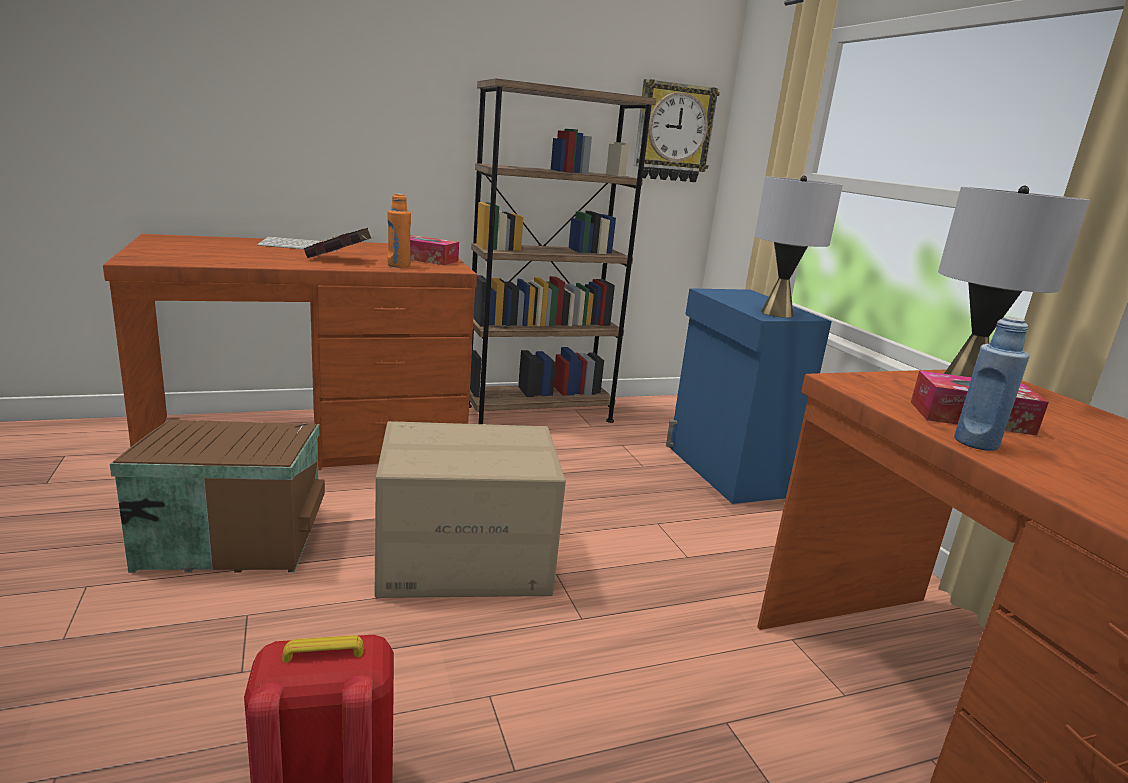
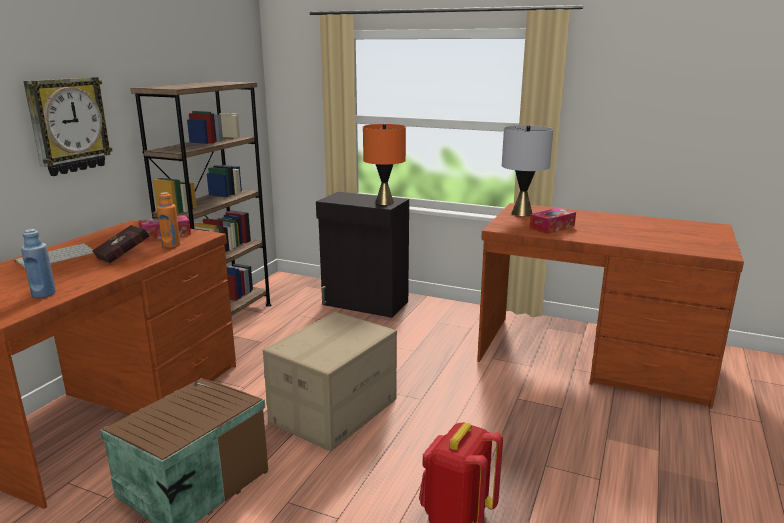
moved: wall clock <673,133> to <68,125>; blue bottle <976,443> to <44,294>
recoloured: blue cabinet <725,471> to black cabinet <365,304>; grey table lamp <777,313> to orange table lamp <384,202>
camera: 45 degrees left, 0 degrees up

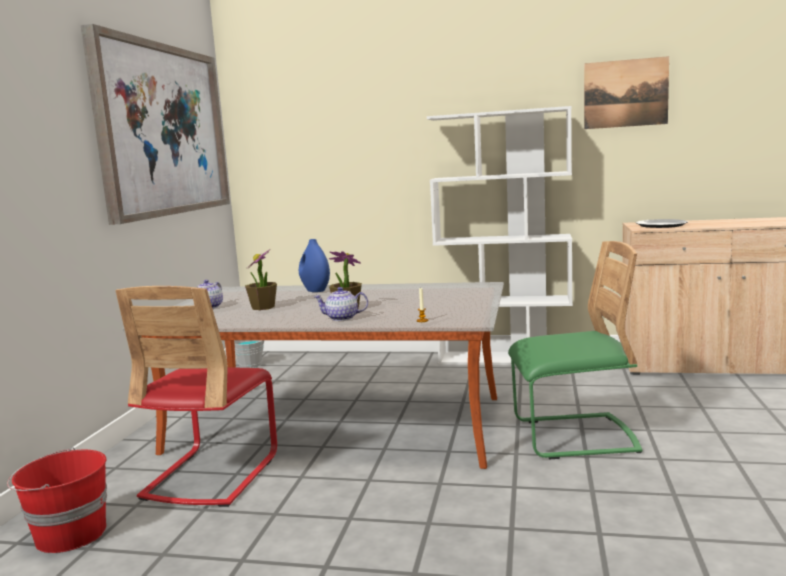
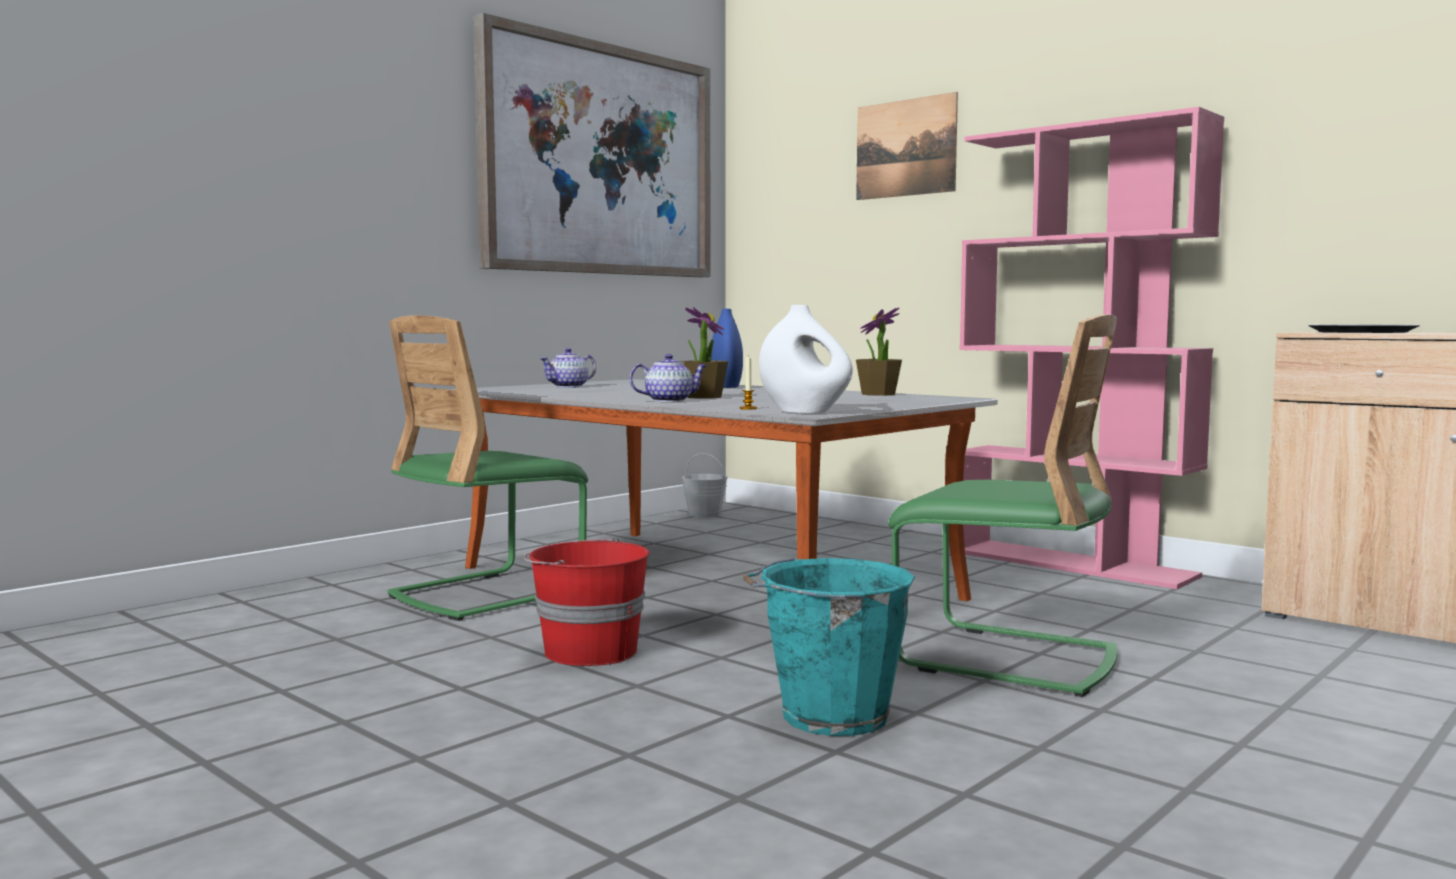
added: turquoise bucket <830,717>; white vase <804,412>
moved: red bucket <69,534> to <588,651>; potted plant <263,307> to <878,394>; picture <625,93> to <905,148>
recoloured: red chair <211,475> to green chair <487,594>; white bookcase <505,359> to pink bookcase <1074,564>
turned: teapot <342,318> = <668,401> 135 degrees clockwise
camera: 30 degrees right, 5 degrees down

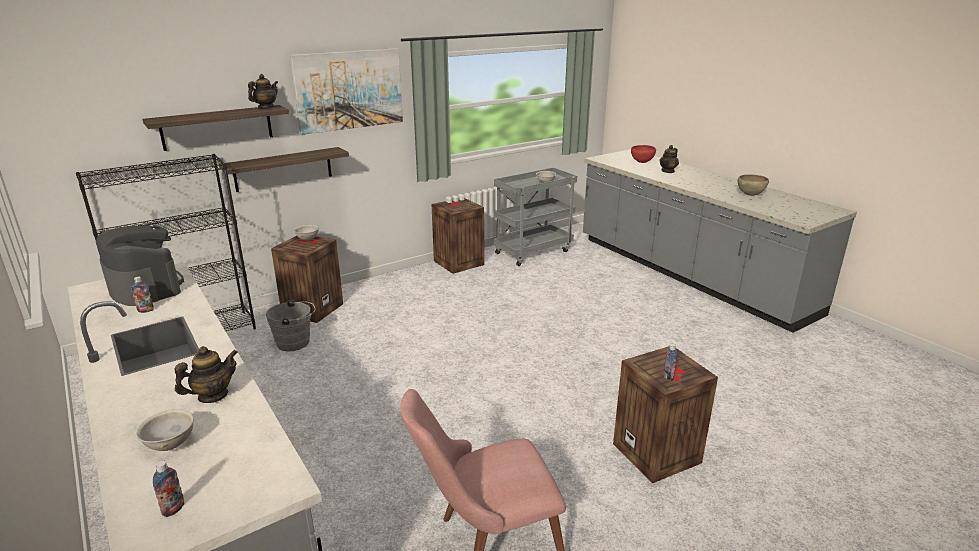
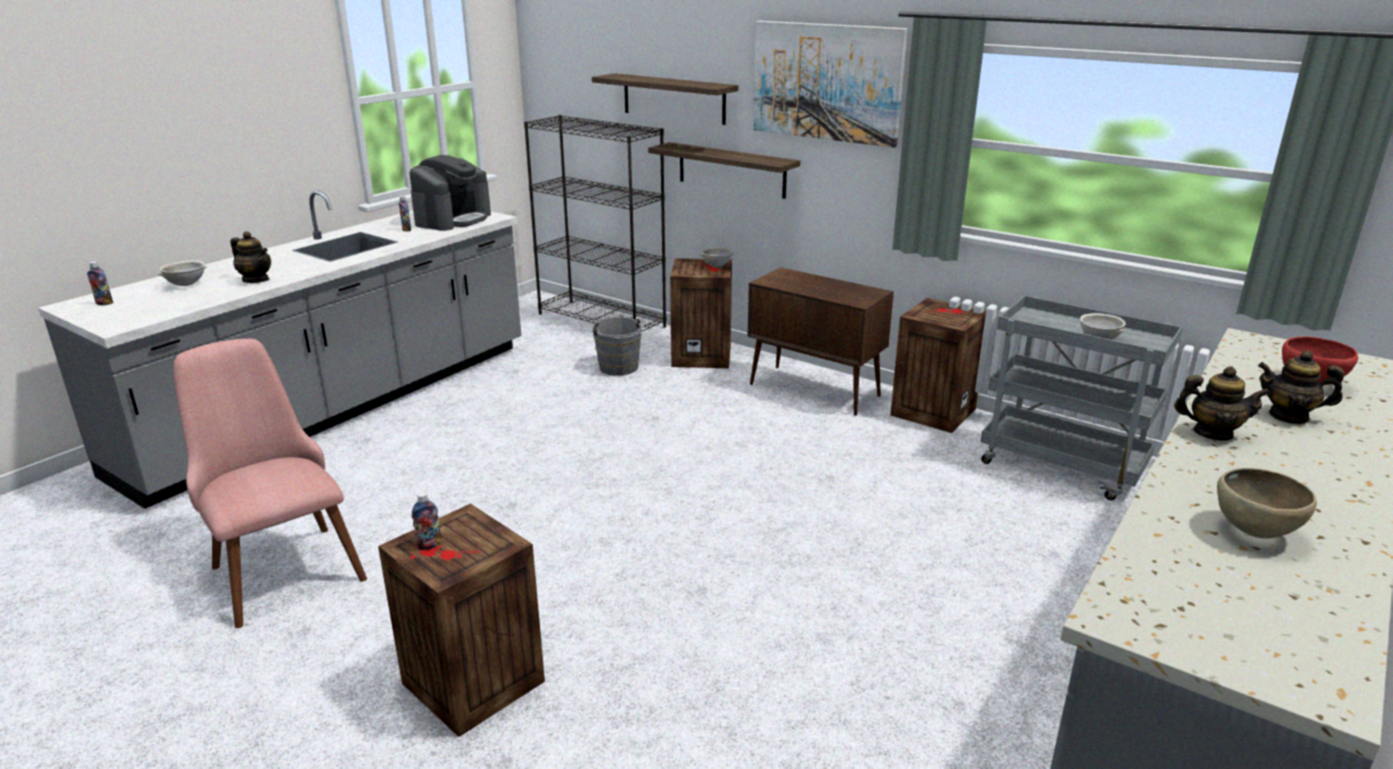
added: brown cabinet <815,390>
moved: teapot <266,108> to <1212,433>
camera: 70 degrees right, 0 degrees up

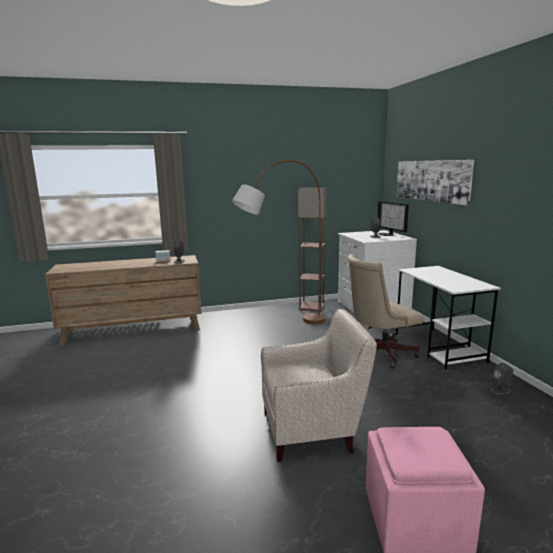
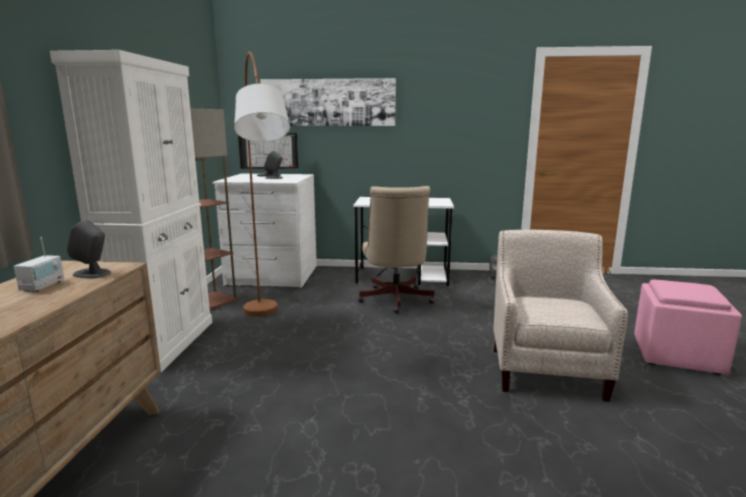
added: white cabinet <164,343>
camera: 70 degrees left, 0 degrees up

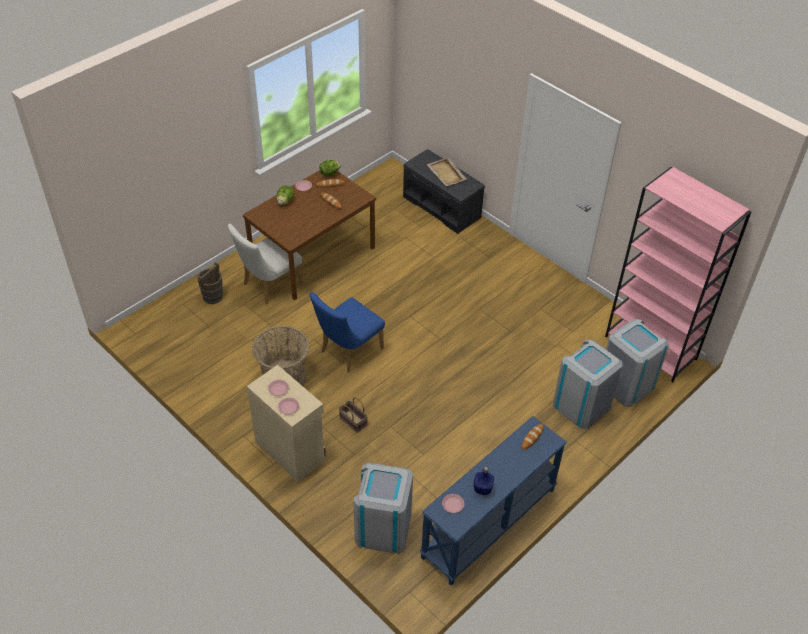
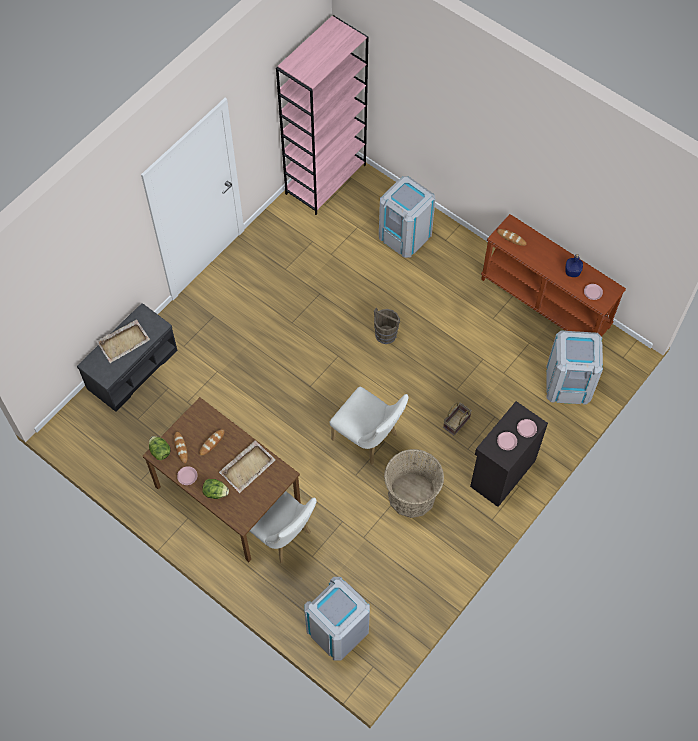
added: beige tray <248,467>
moved: brown bucket <213,296> to <385,334>; grey trash can <625,384> to <337,630>
recoloured: beige cabinet <290,451> to black cabinet <501,473>; blue chair <347,352> to white chair <368,439>; blue console table <489,524> to brown console table <545,302>
camera: 95 degrees left, 15 degrees up

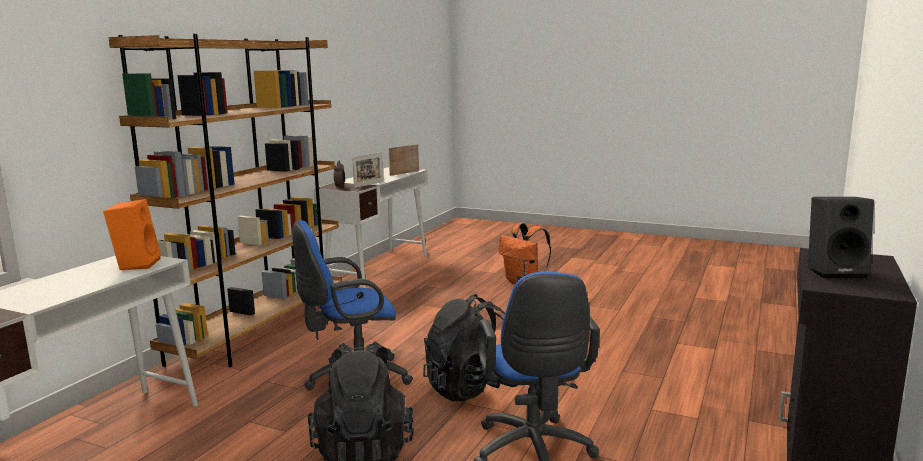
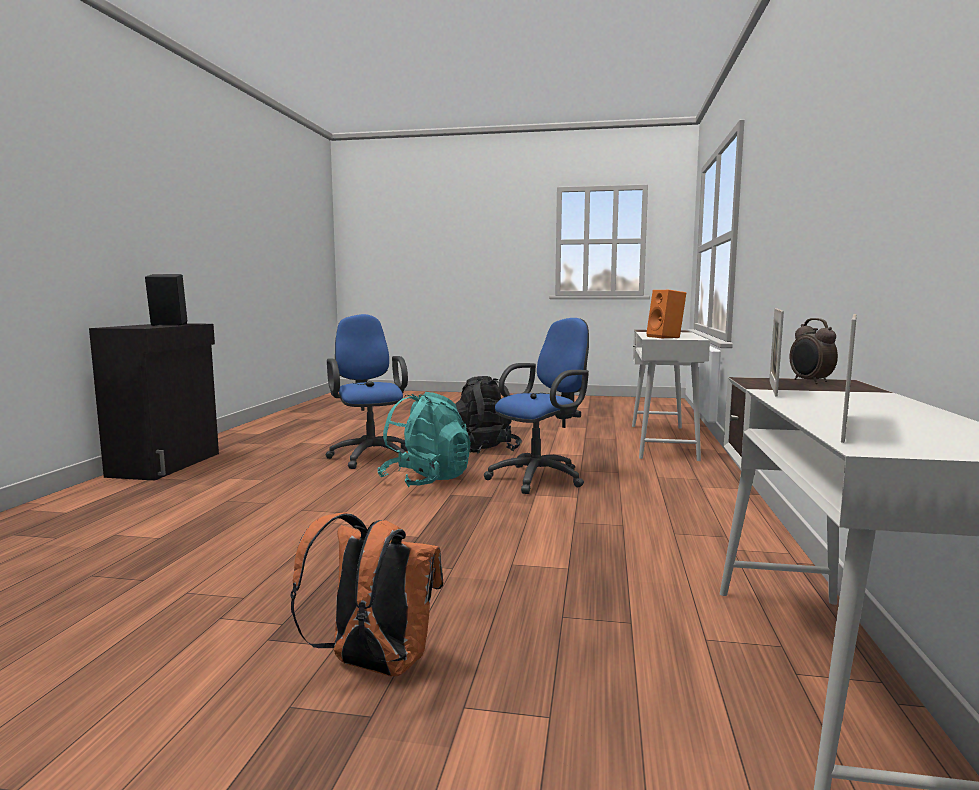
removed: brown bookcase <260,332>
recoloured: black backpack <471,388> to turquoise backpack <426,480>
camera: 165 degrees right, 5 degrees down

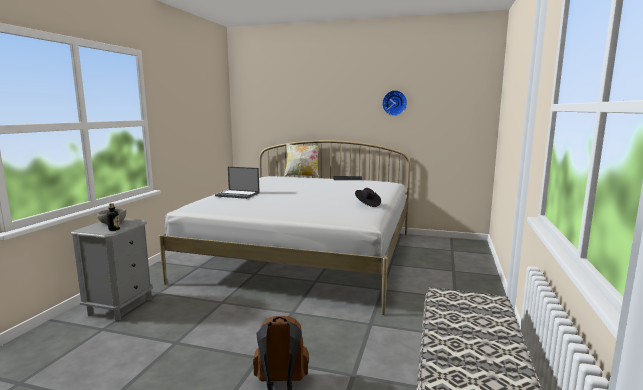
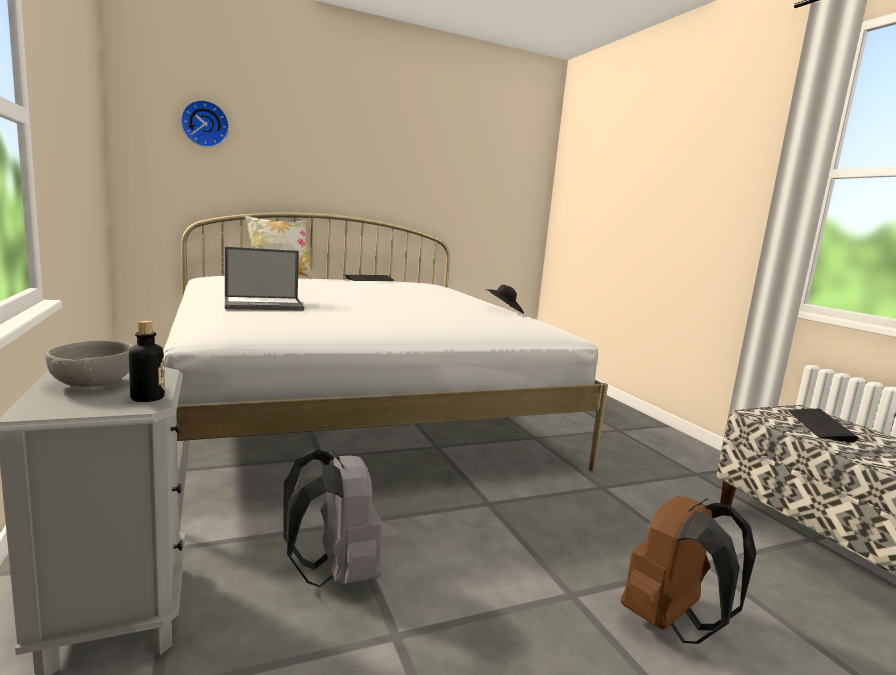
added: grey backpack <336,573>; keyboard <820,426>
moved: wall clock <394,103> to <205,124>
camera: 40 degrees left, 0 degrees up

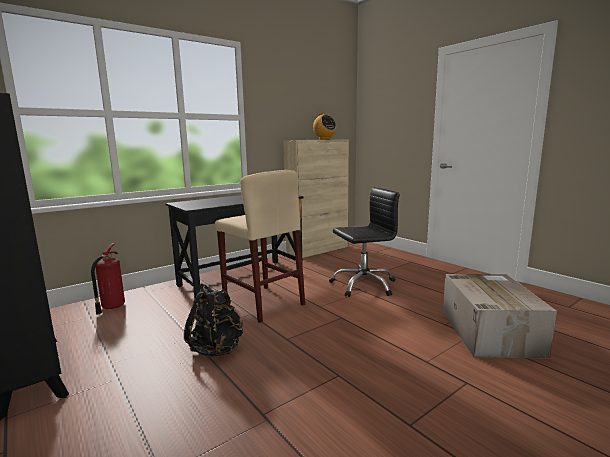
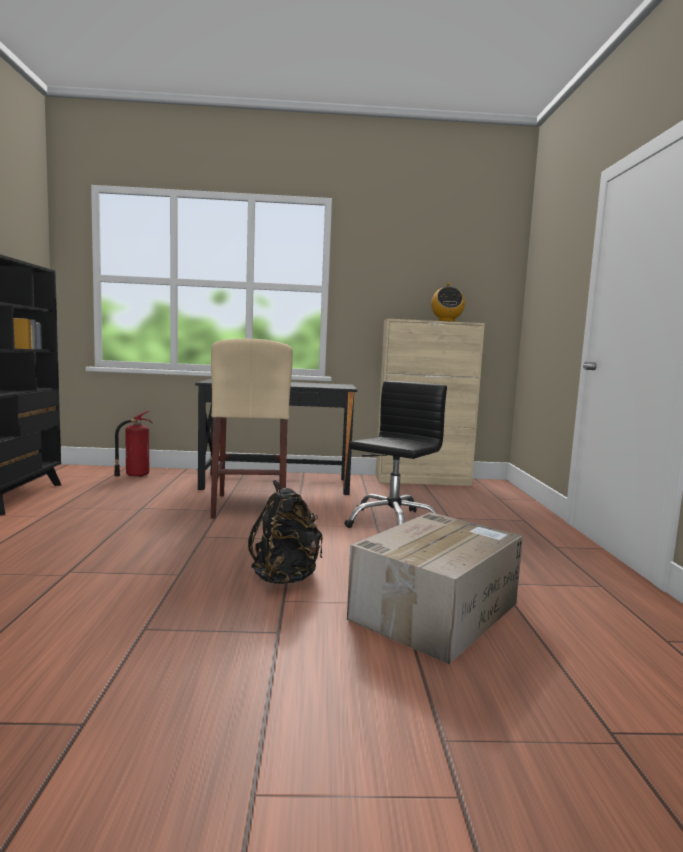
moved: black backpack <217,348> to <286,577>
turned: black office chair <363,285> = <392,522> 75 degrees counterclockwise
camera: 35 degrees right, 5 degrees down

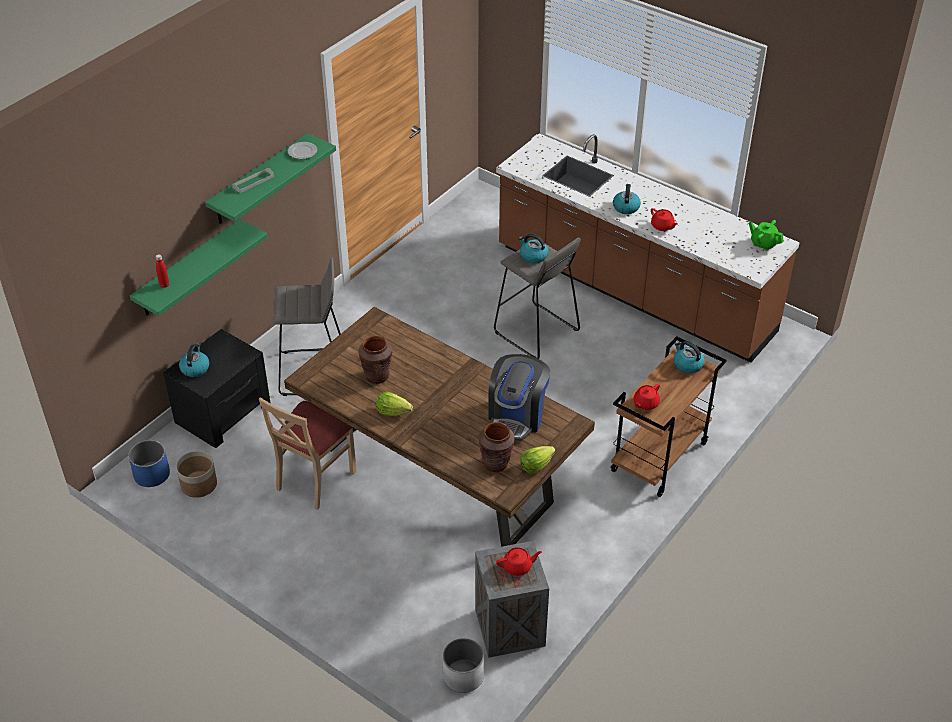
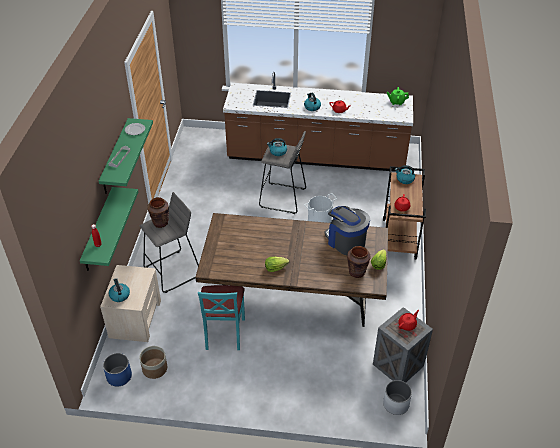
added: white bucket <319,221>
moved: brown vase <377,376> to <160,223>
recoloured: black nightstand <223,412> to beige nightstand <135,318>; beige chair <315,479> to turquoise chair <224,333>
turned: coffee machine <517,416> = <345,241> 150 degrees clockwise
camera: 30 degrees left, 0 degrees up

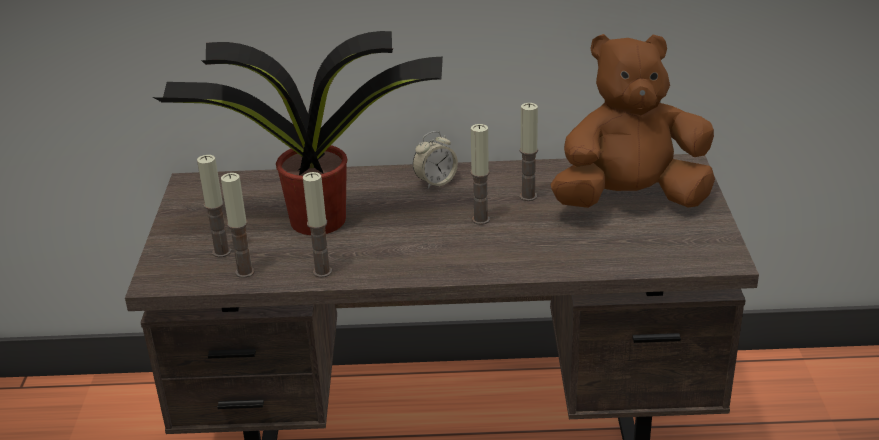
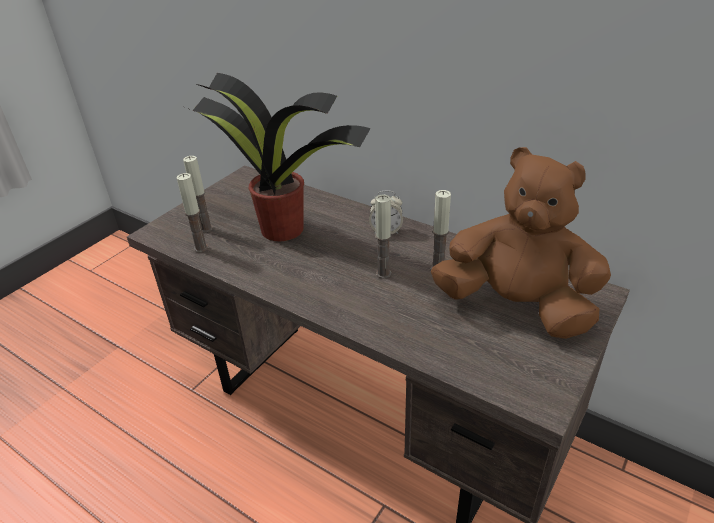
removed: candle <322,272>
camera: 35 degrees right, 5 degrees up

